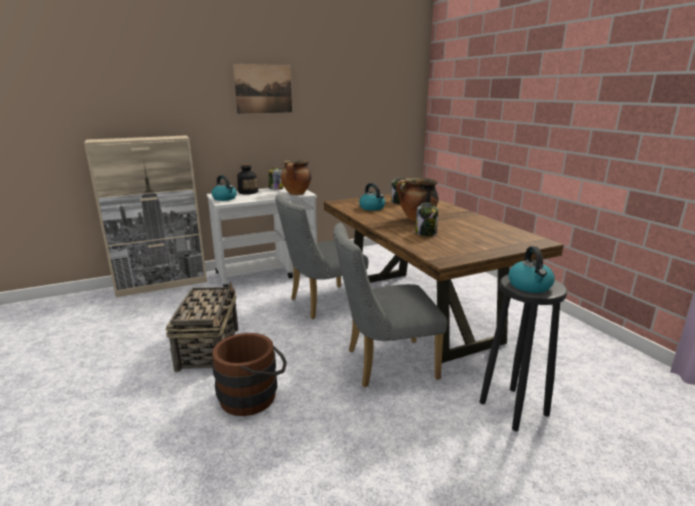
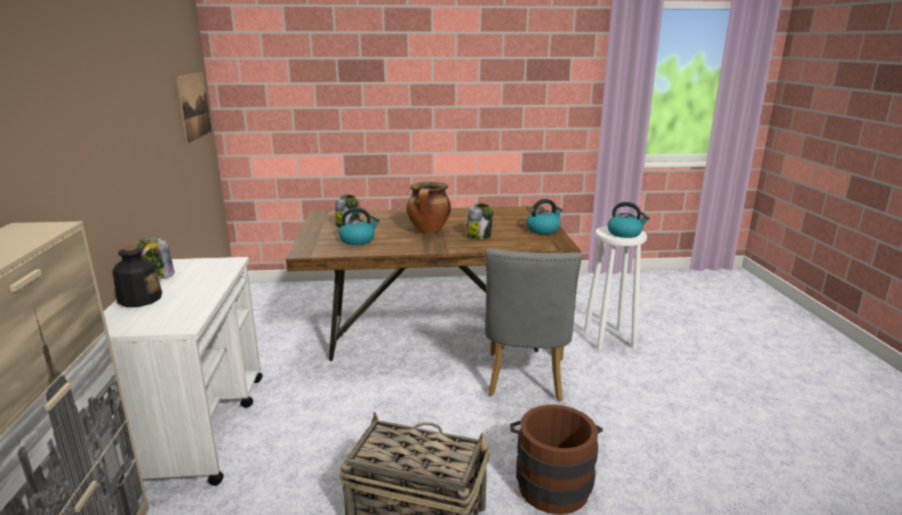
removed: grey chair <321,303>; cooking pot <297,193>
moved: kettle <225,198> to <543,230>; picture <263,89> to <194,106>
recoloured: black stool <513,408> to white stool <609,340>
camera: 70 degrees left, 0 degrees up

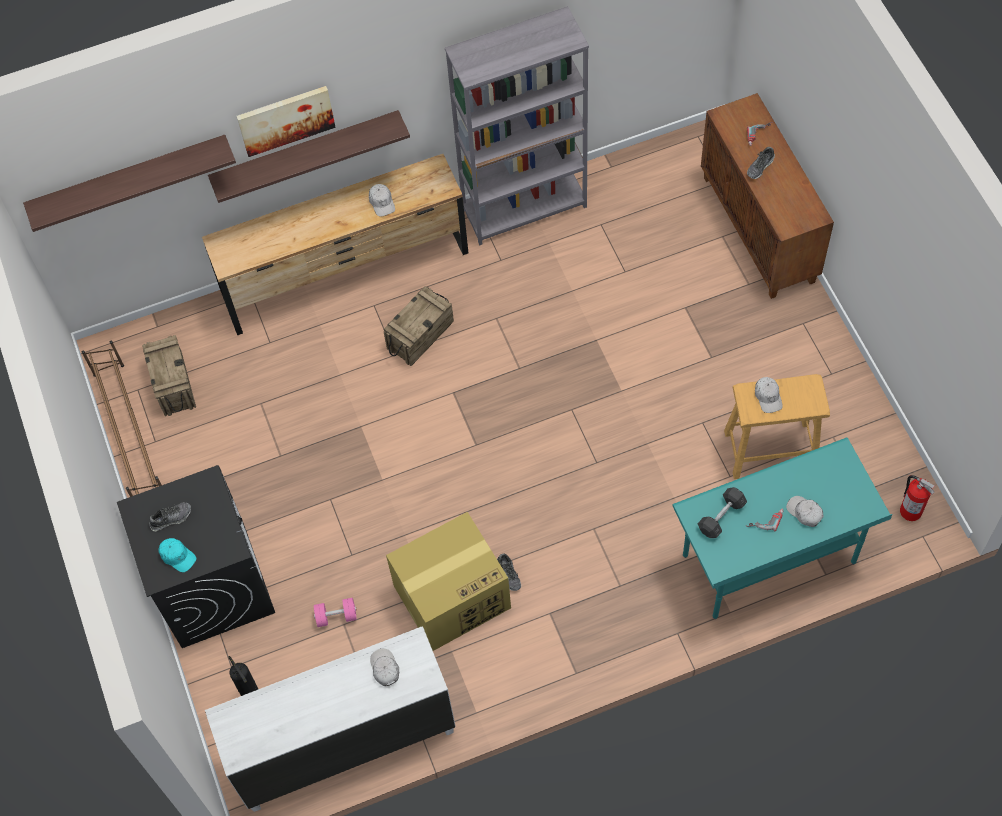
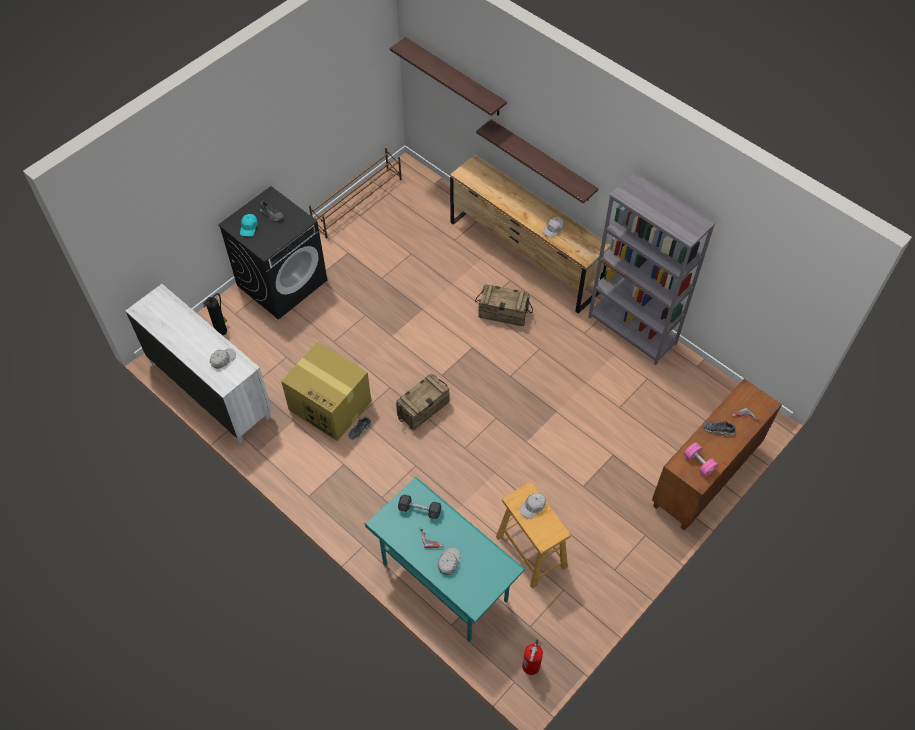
removed: picture <286,119>
moved: crate <173,384> to <423,408>; pink dumbbell <336,616> to <699,463>
camera: 60 degrees right, 5 degrees down

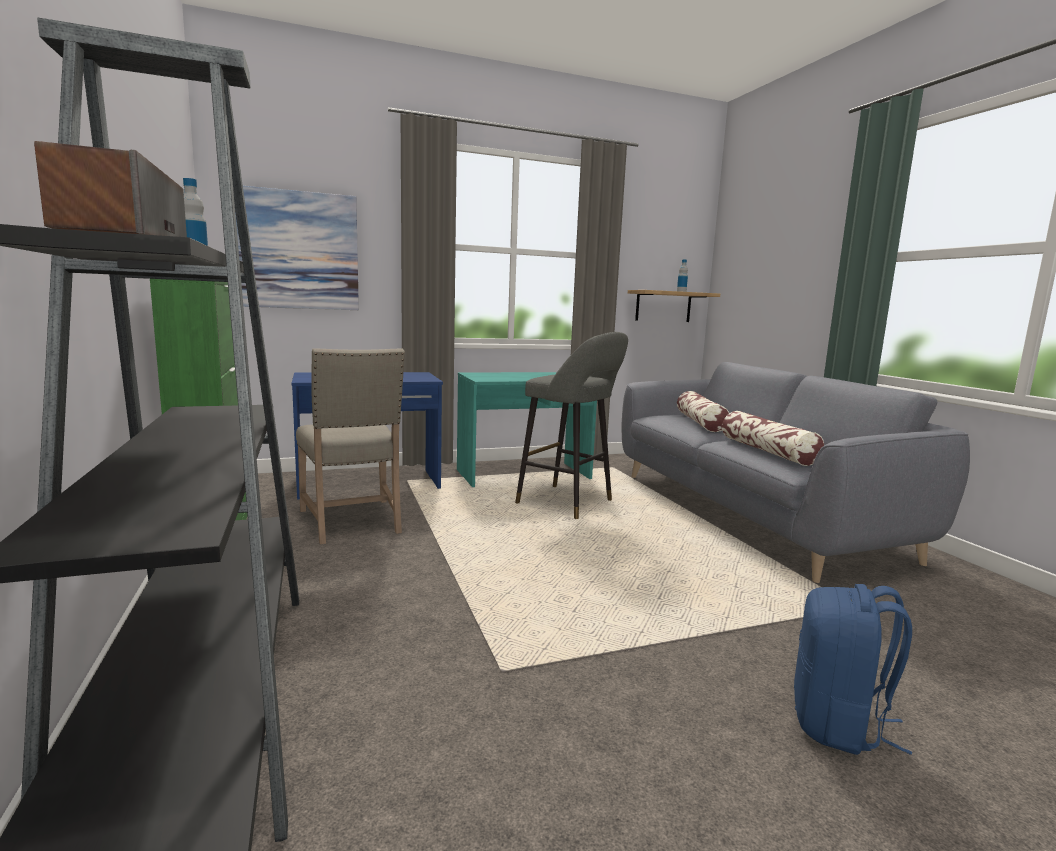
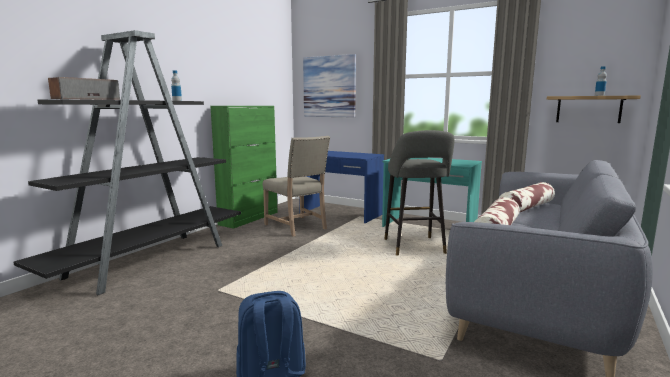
turned: beige chair <353,522> = <297,227> 60 degrees counterclockwise
camera: 50 degrees right, 0 degrees up

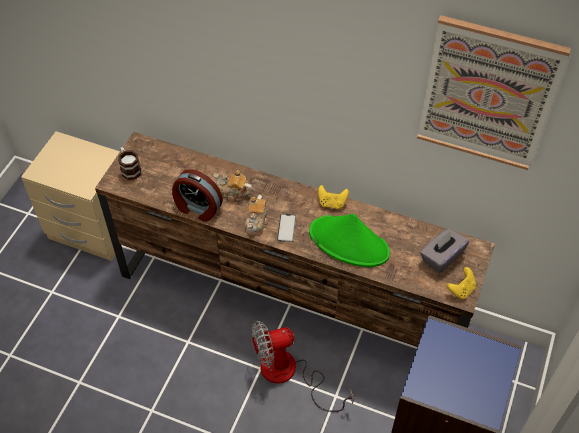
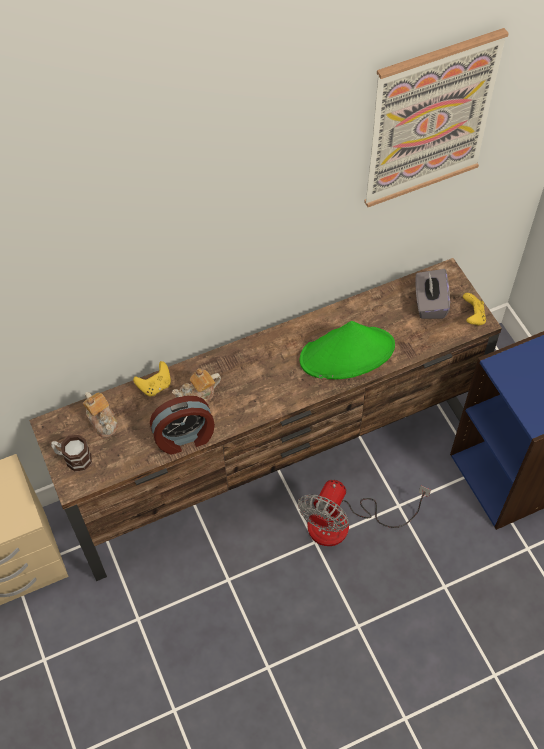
removed: phone <286,228>
moved: teapot <256,222> to <103,420>; yellow game controller <332,203> to <155,386>
camera: 45 degrees left, 5 degrees up

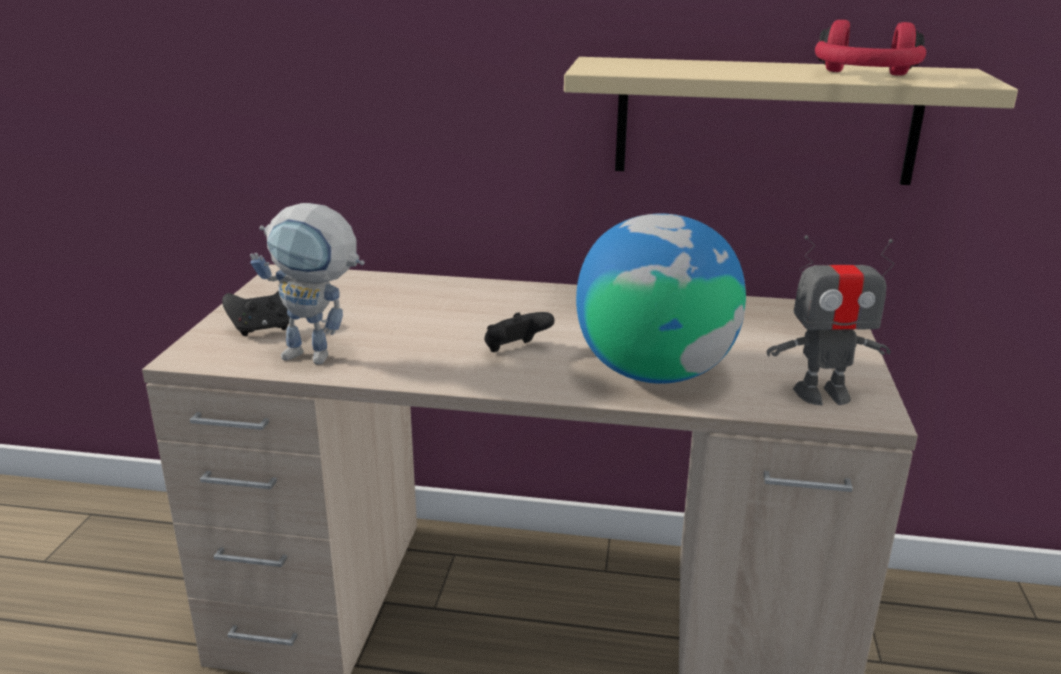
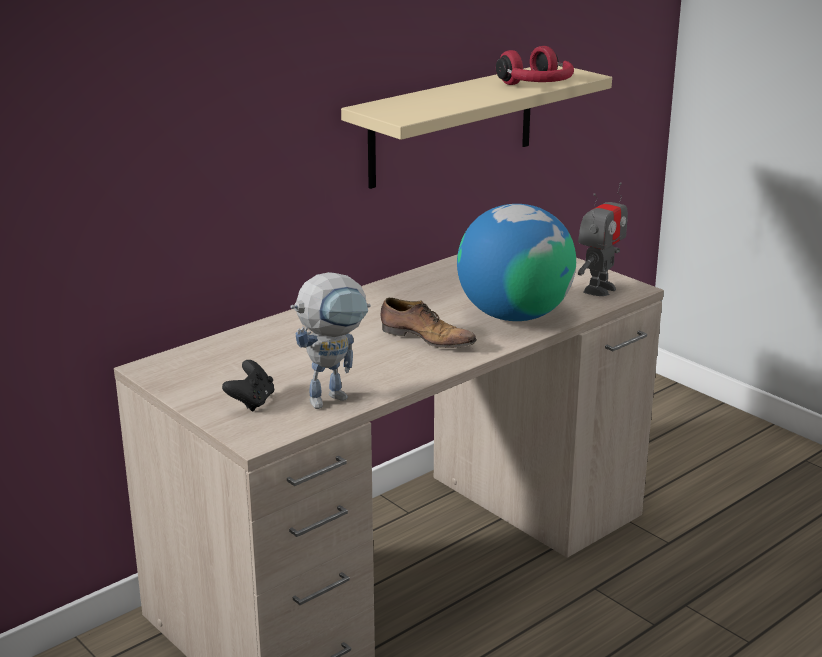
replaced: black game controller <515,351> to shoe <426,338>
camera: 50 degrees left, 0 degrees up

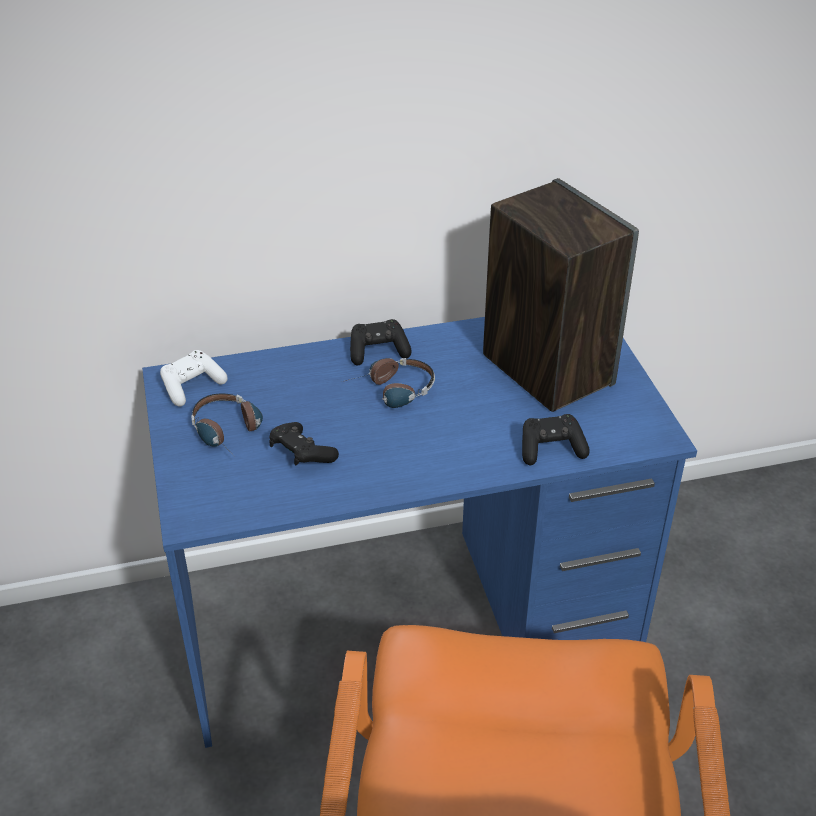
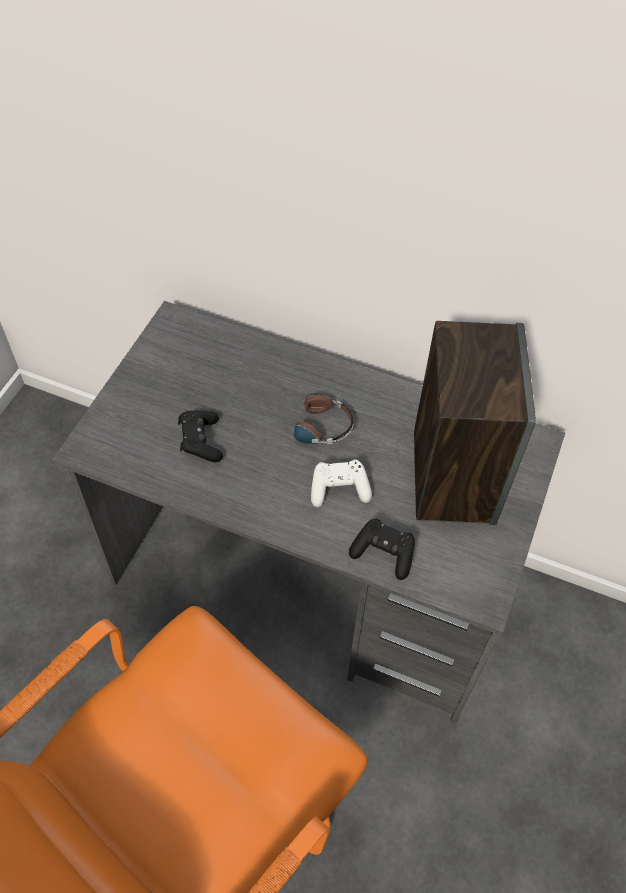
removed: headphones <231,433>; black game controller <378,352>
moved: white game controller <192,386> to <339,489>
recoloured: blue desk <407,621> to grey desk <309,579>
camera: 35 degrees right, 15 degrees up

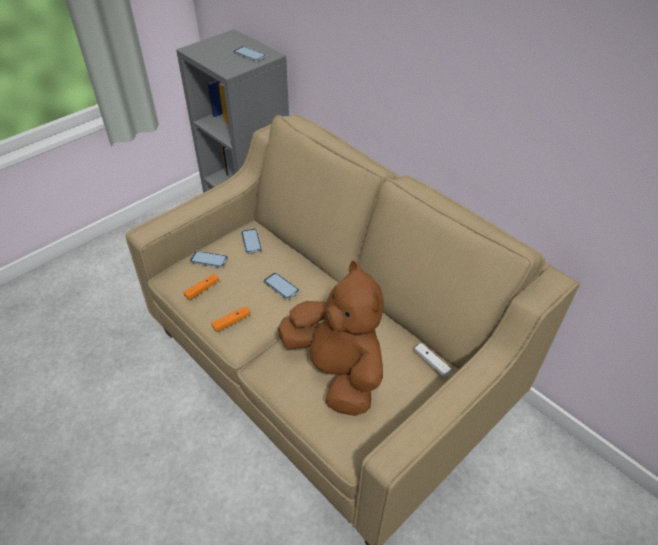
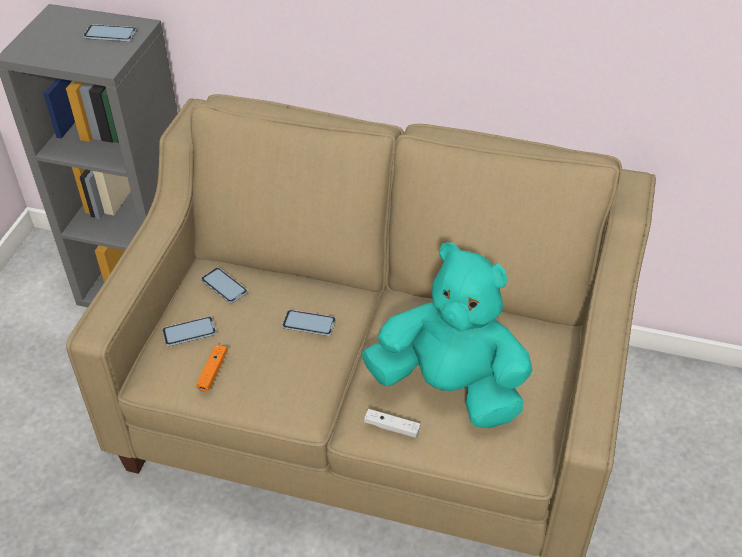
removed: orange game controller <231,322>
moved: white game controller <431,363> to <392,427>
recoloured: brown plush toy <336,371> to turquoise plush toy <450,387>
camera: 30 degrees left, 0 degrees up

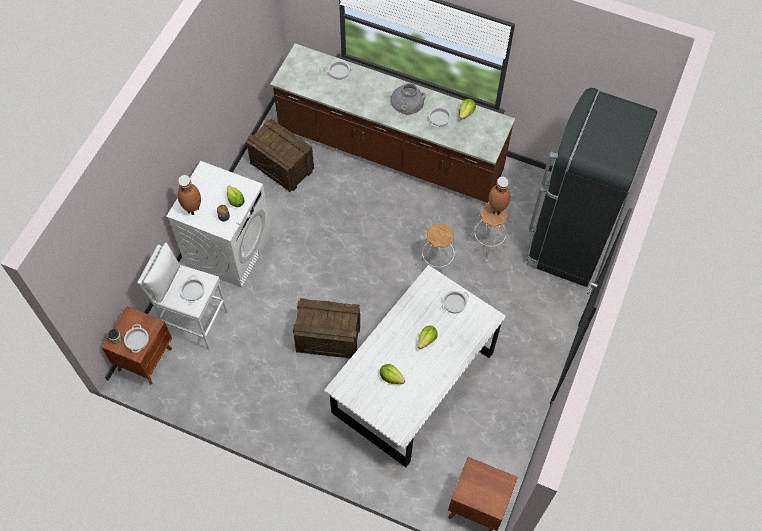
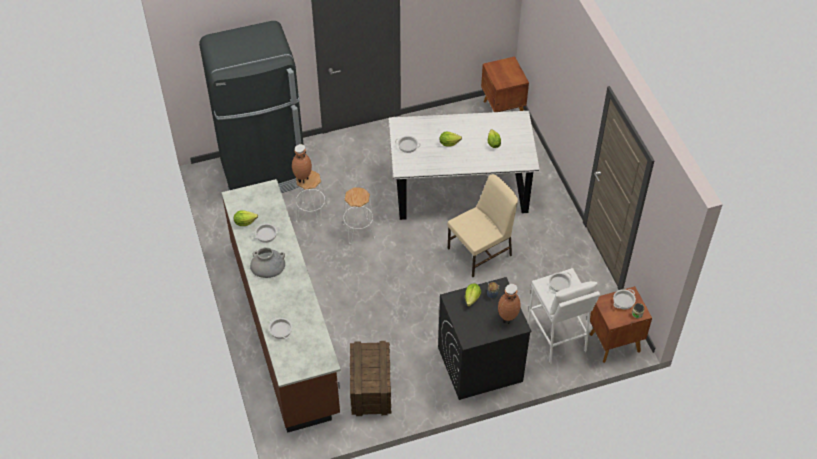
replaced: crate <327,337> to beige chair <481,251>
recoloured: white washing machine <228,248> to black washing machine <479,364>
camera: 130 degrees left, 10 degrees down

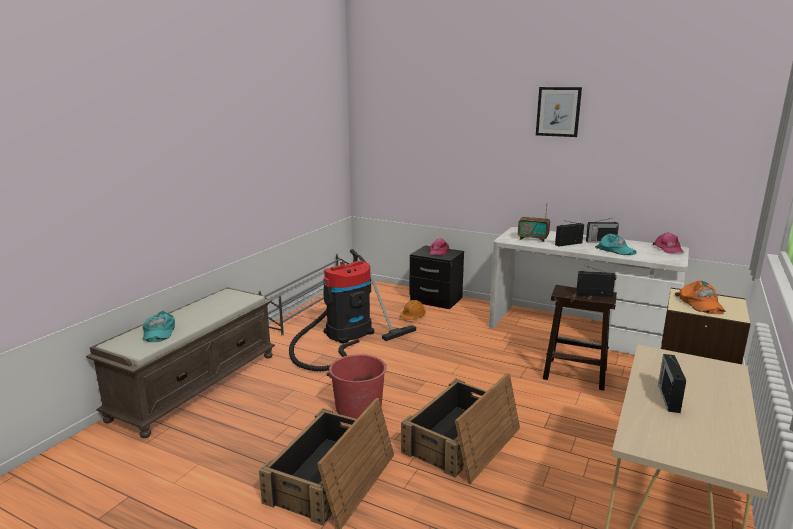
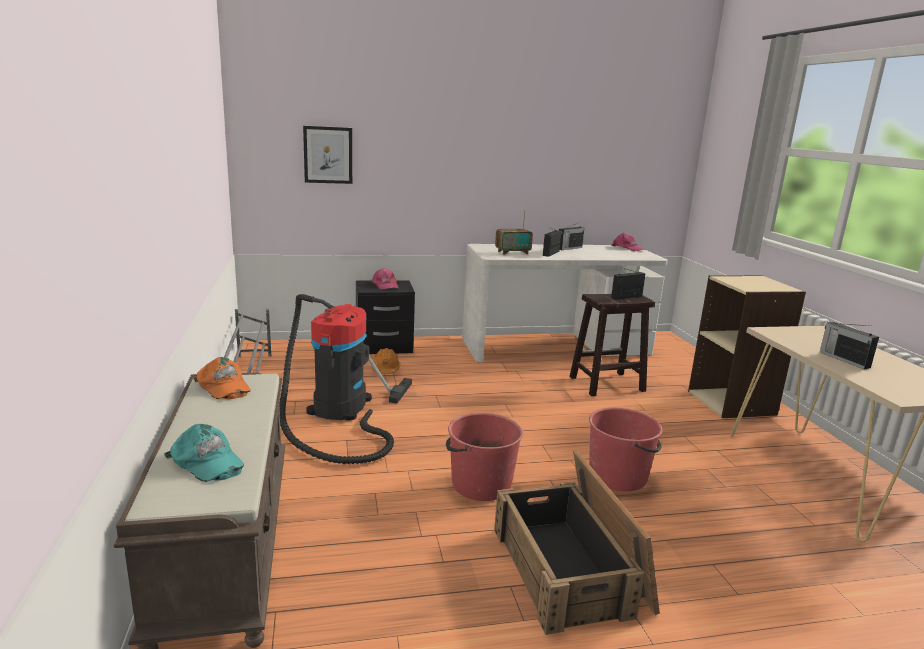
removed: turquoise cap <616,250>
moved: picture <558,111> to <328,155>; orange cap <700,303> to <223,386>
replaced: crate <462,441> to red bucket <618,476>
camera: 40 degrees left, 0 degrees up

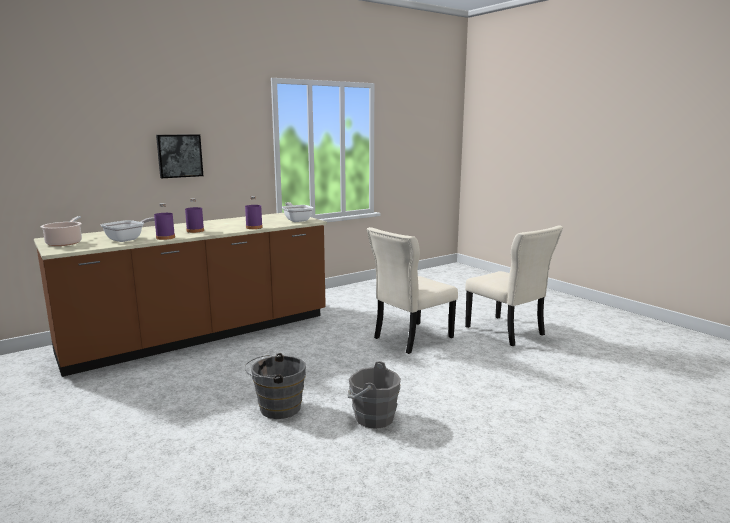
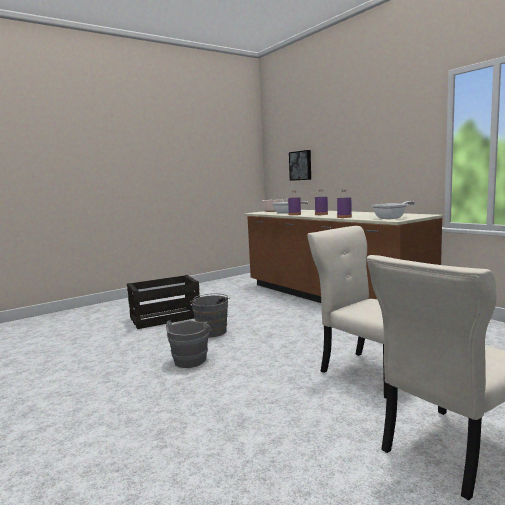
added: crate <166,317>
moved: picture <179,155> to <301,165>
camera: 90 degrees right, 5 degrees down

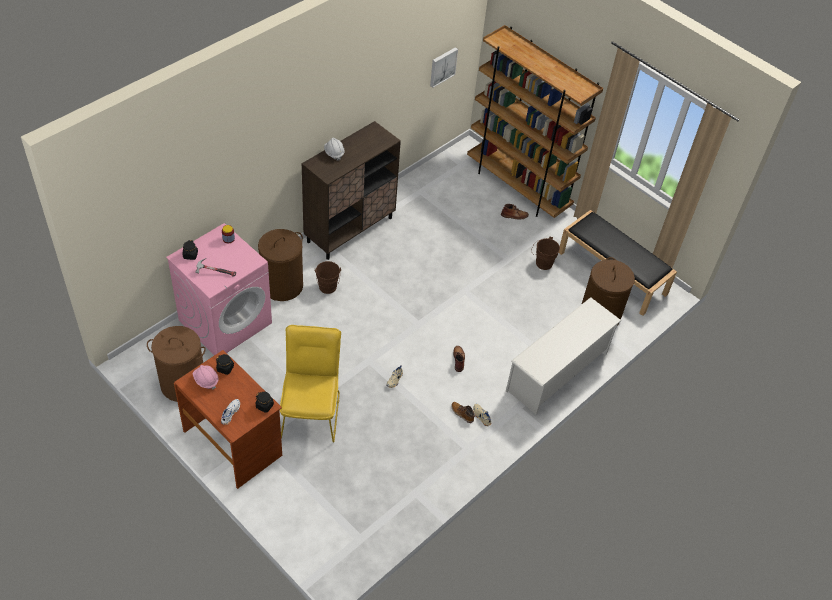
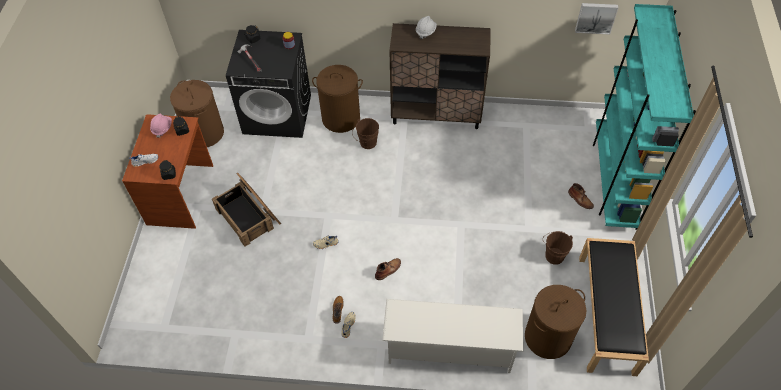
replaced: yellow chair <311,411> to crate <249,216>
recoloured: pink washing machine <225,321> to black washing machine <278,114>; brown bookcase <518,187> to turquoise bookcase <613,180>
camera: 55 degrees right, 5 degrees up

